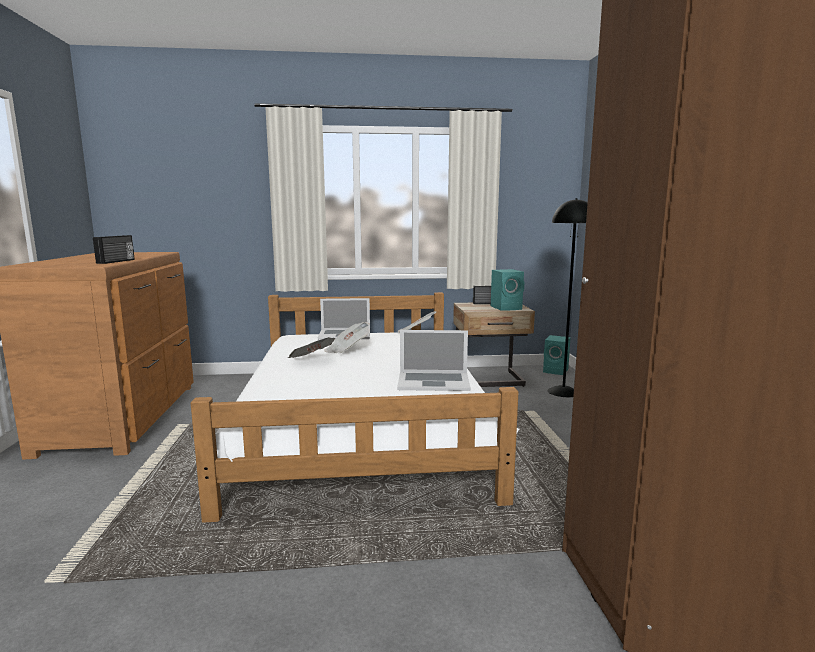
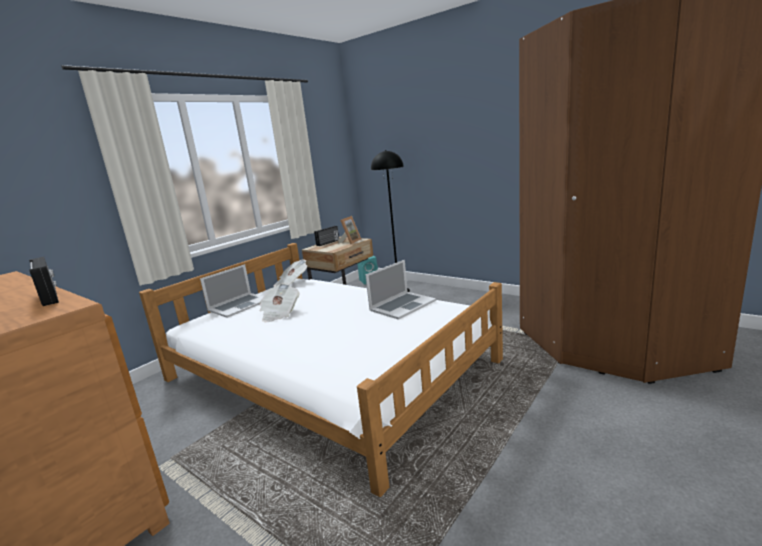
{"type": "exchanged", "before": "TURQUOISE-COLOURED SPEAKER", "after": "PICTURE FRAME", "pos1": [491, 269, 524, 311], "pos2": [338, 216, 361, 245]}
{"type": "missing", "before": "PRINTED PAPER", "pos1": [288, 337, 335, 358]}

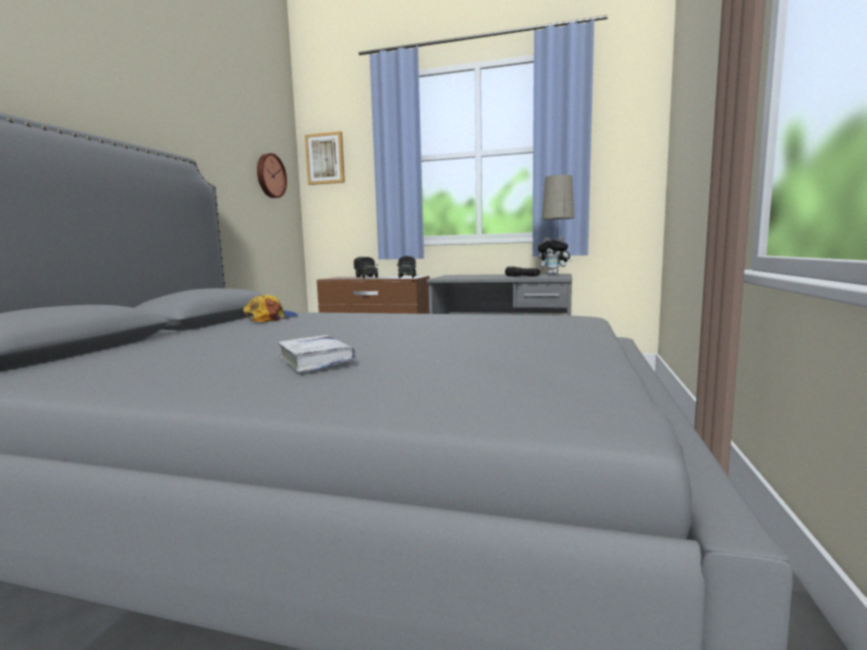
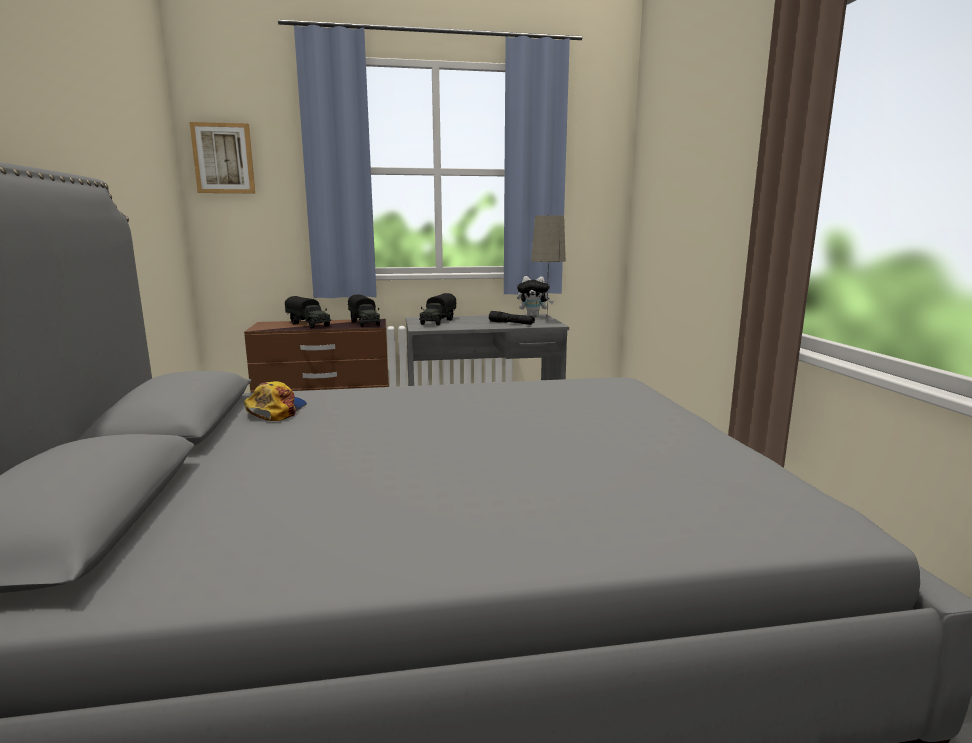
{"type": "appeared", "after": "TOY TRUCK", "pos2": [419, 293, 457, 326]}
{"type": "missing", "before": "CLOCK ON THE WALL", "pos1": [257, 153, 287, 198]}
{"type": "missing", "before": "WHITE BOOK", "pos1": [278, 335, 355, 372]}

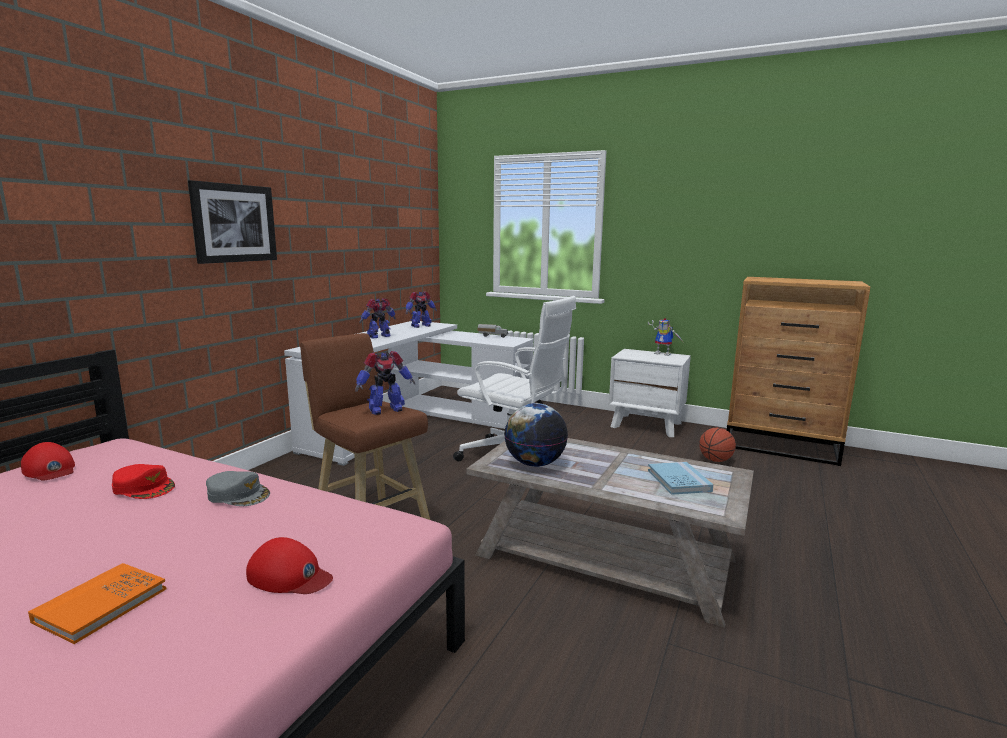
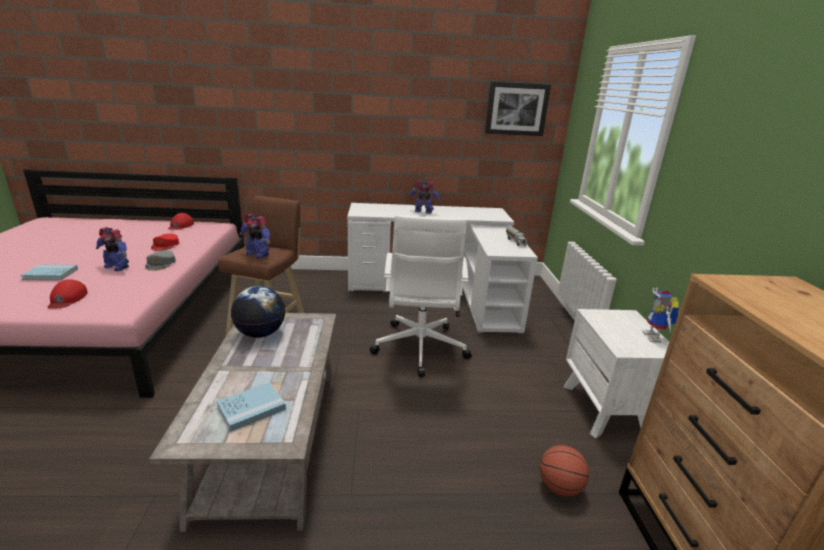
{"type": "colour", "before": "ORANGE BOOK", "after": "BLUISH BOOK", "pos1": [28, 563, 166, 644], "pos2": [20, 264, 78, 280]}
{"type": "relocated", "before": "MODEL ROBOT", "pos1": [405, 292, 437, 328], "pos2": [96, 227, 129, 271]}
{"type": "relocated", "before": "PICTURE", "pos1": [188, 180, 277, 264], "pos2": [485, 81, 551, 136]}

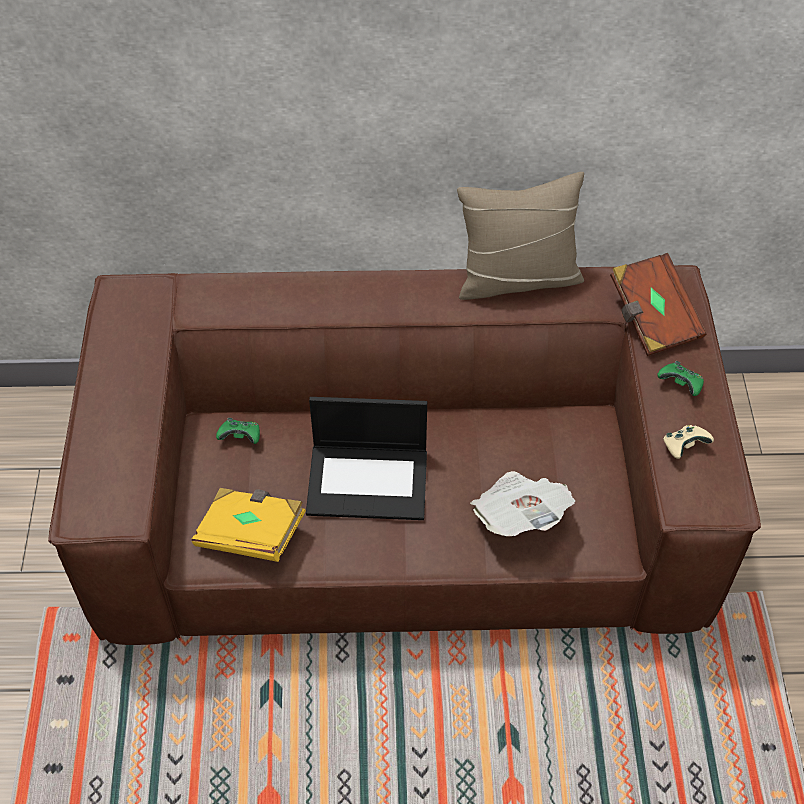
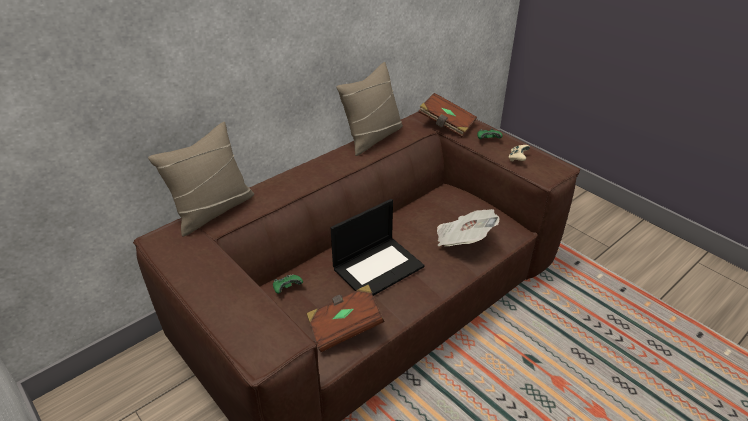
{"type": "appeared", "after": "SAND-COLOURED THROW PILLOW", "pos2": [148, 122, 254, 236]}
{"type": "colour", "before": "YELLOWISH BOOK", "after": "BROWNISH BOOK", "pos1": [192, 488, 306, 562], "pos2": [307, 285, 385, 352]}

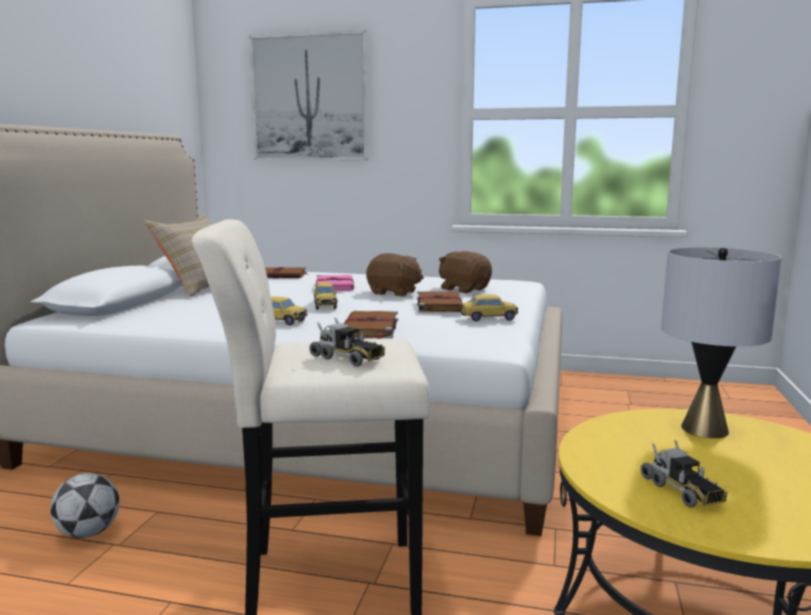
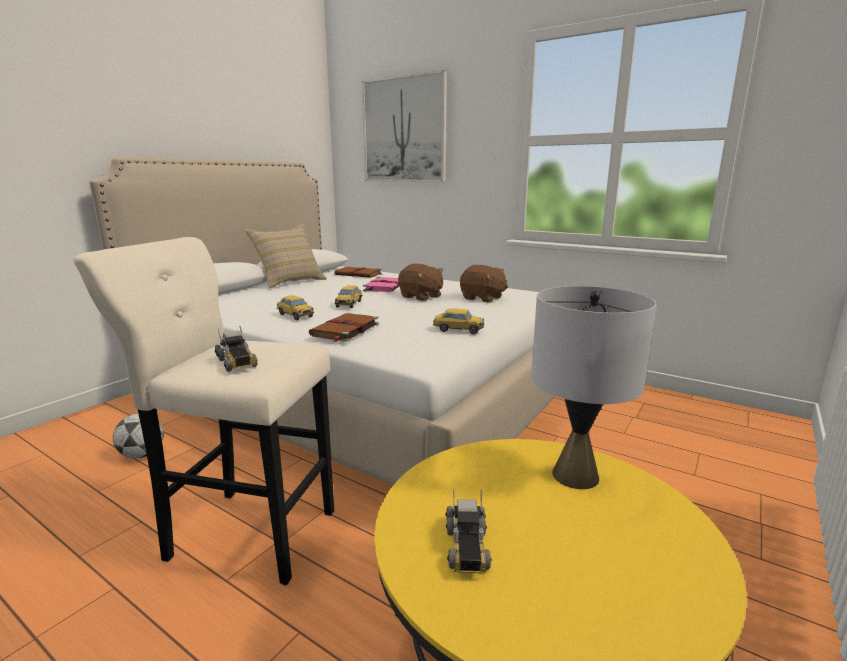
{"type": "spun", "before": "BROWNISH PLUSH TOY", "pos1": [439, 251, 492, 293], "pos2": [460, 265, 508, 303], "turn": 150}
{"type": "missing", "before": "BROWNISH BOOK", "pos1": [417, 291, 463, 312]}

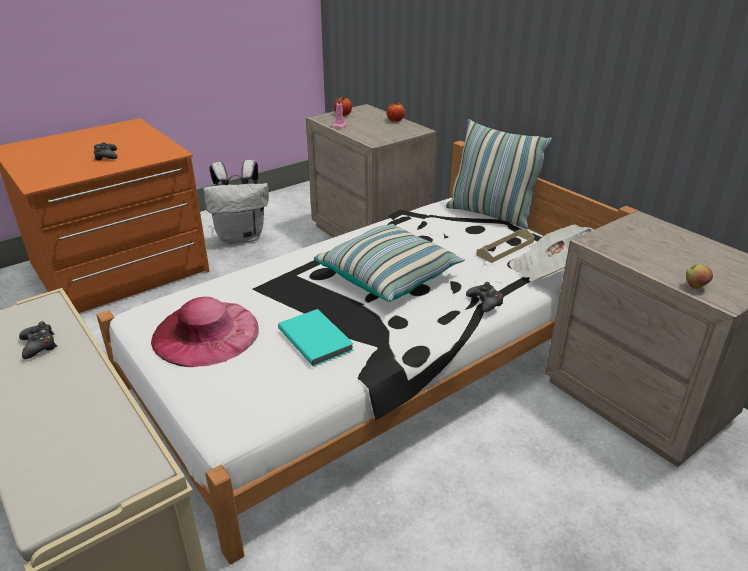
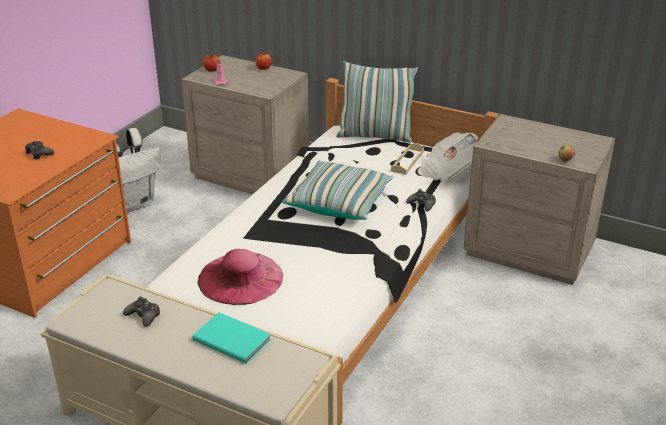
{"type": "relocated", "before": "TURQUOISE-COLOURED BOOK", "pos1": [278, 309, 354, 366], "pos2": [192, 312, 271, 364]}

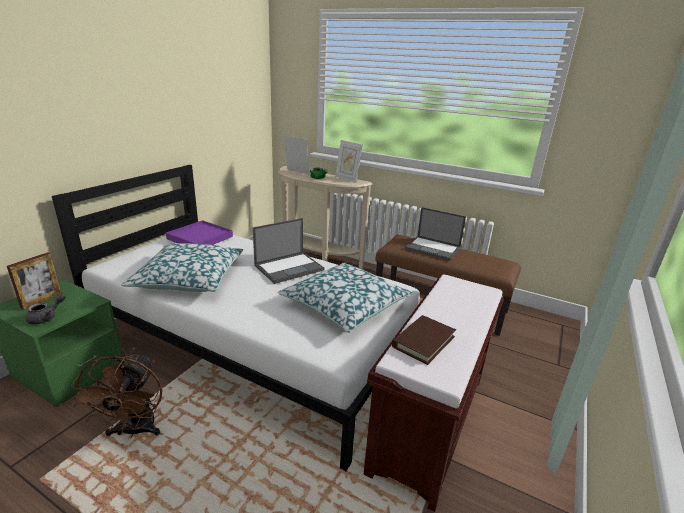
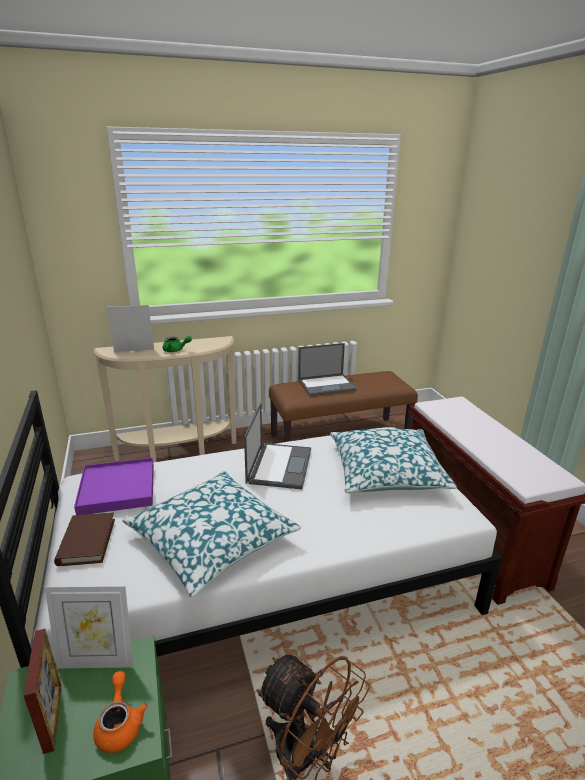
{"type": "relocated", "before": "PICTURE FRAME", "pos1": [335, 140, 363, 183], "pos2": [45, 586, 133, 668]}
{"type": "relocated", "before": "BROWNISH BOOK", "pos1": [392, 315, 456, 365], "pos2": [54, 512, 115, 566]}
{"type": "colour", "before": "GREY TEAPOT", "after": "ORANGE TEAPOT", "pos1": [26, 294, 66, 325], "pos2": [93, 671, 148, 753]}

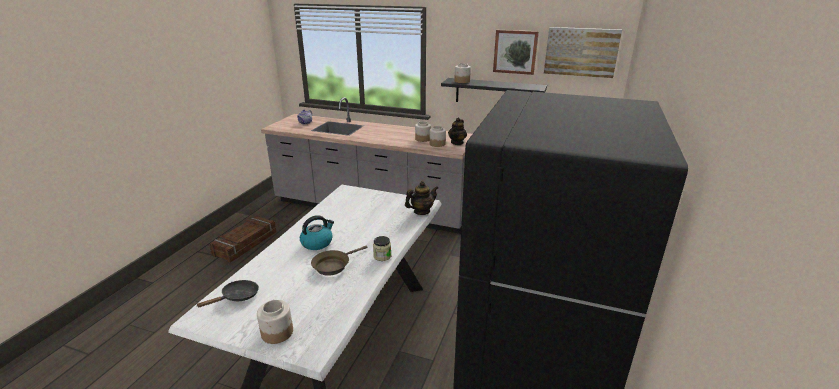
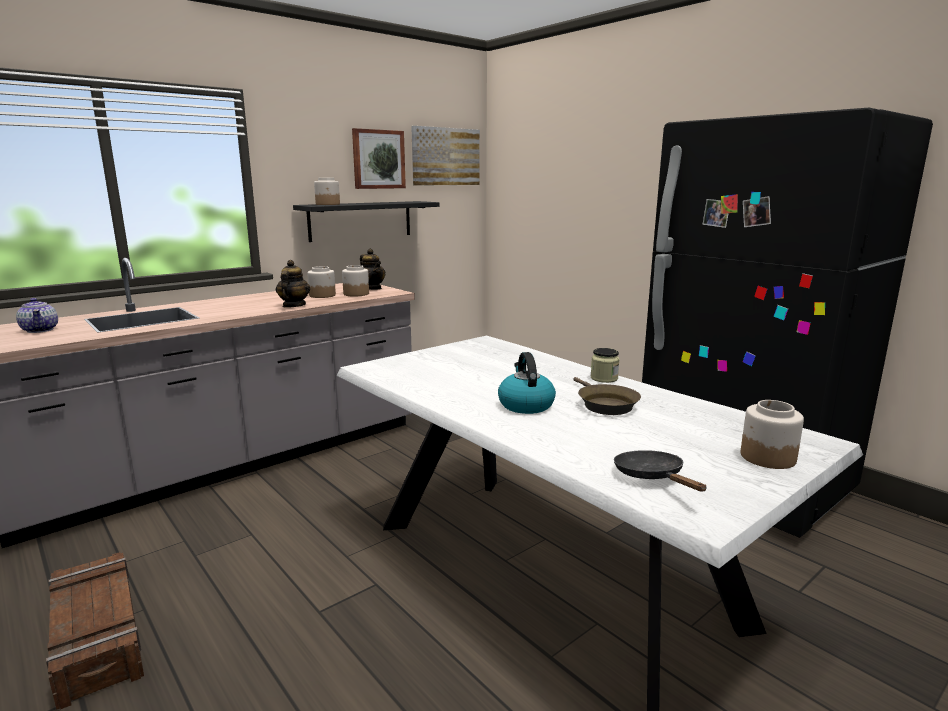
{"type": "relocated", "before": "TEAPOT", "pos1": [405, 181, 438, 215], "pos2": [276, 260, 310, 308]}

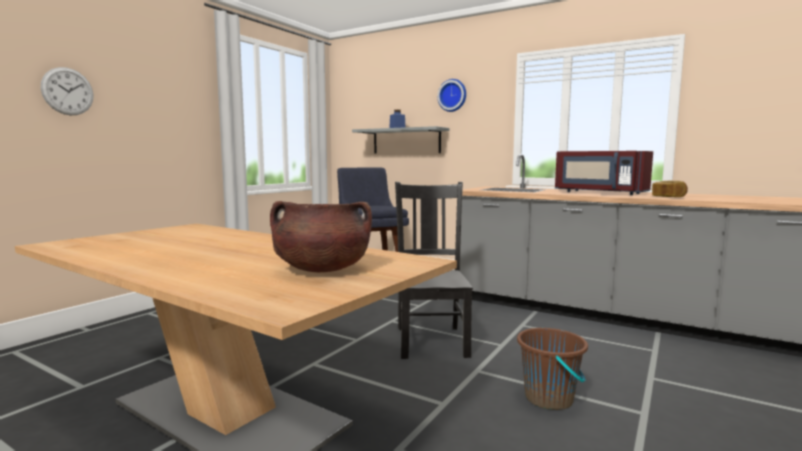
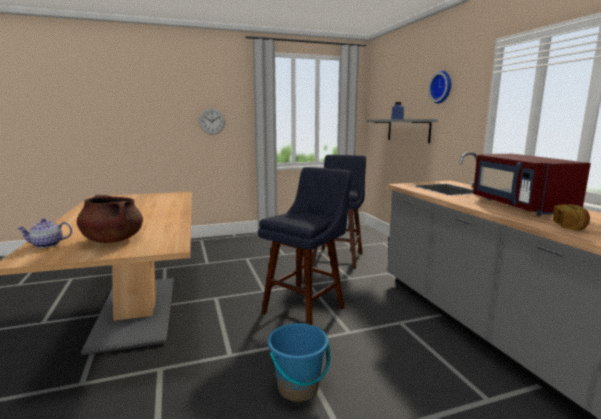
{"type": "appeared", "after": "TEAPOT", "pos2": [17, 219, 72, 248]}
{"type": "relocated", "before": "CLOCK ON THE WALL", "pos1": [41, 67, 94, 115], "pos2": [199, 109, 225, 135]}
{"type": "exchanged", "before": "BLACK PLAIN CHAIR", "after": "BLUISH STOOL", "pos1": [395, 182, 473, 359], "pos2": [258, 167, 352, 325]}
{"type": "colour", "before": "BROWNISH BUCKET", "after": "BLUISH BUCKET", "pos1": [517, 327, 588, 410], "pos2": [268, 323, 331, 402]}

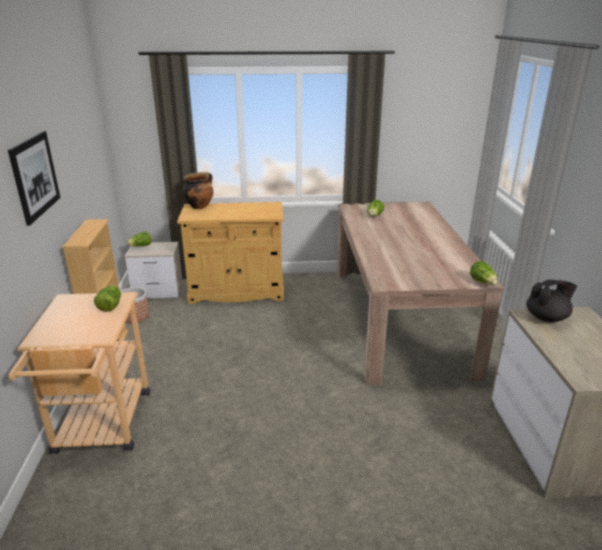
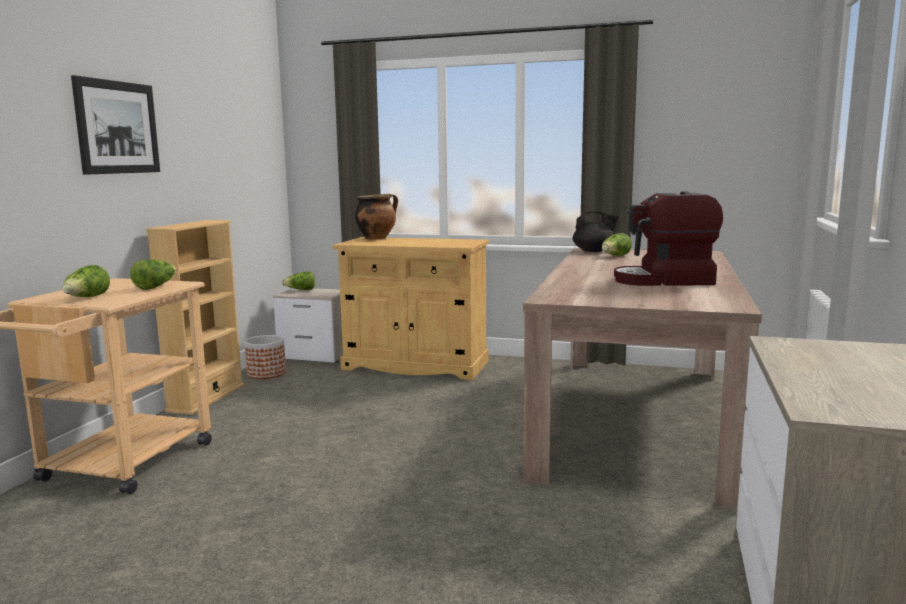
{"type": "relocated", "before": "HEAD OF LETTUCE", "pos1": [470, 261, 497, 285], "pos2": [62, 265, 110, 297]}
{"type": "relocated", "before": "BLACK TEAPOT", "pos1": [526, 280, 577, 322], "pos2": [573, 211, 619, 252]}
{"type": "appeared", "after": "COFFEE MACHINE", "pos2": [614, 191, 723, 286]}

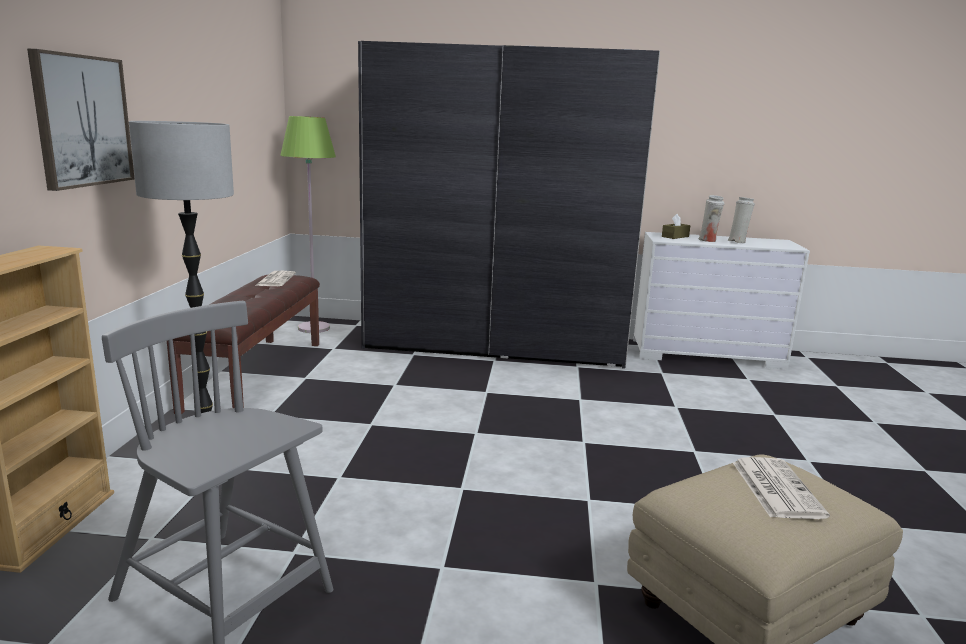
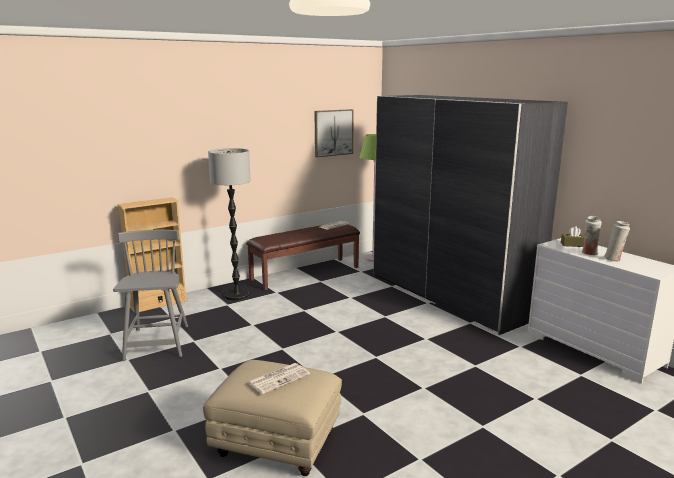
{"type": "relocated", "before": "PICTURE", "pos1": [27, 49, 135, 191], "pos2": [314, 109, 354, 157]}

